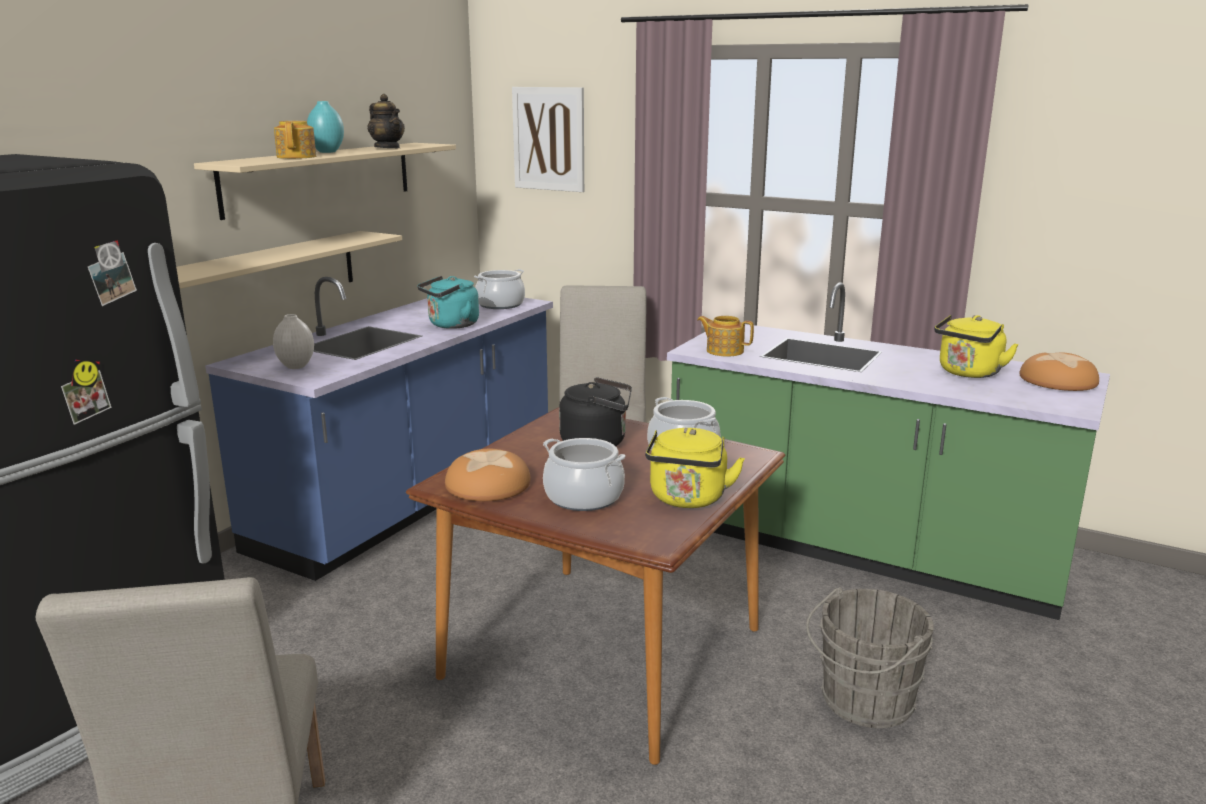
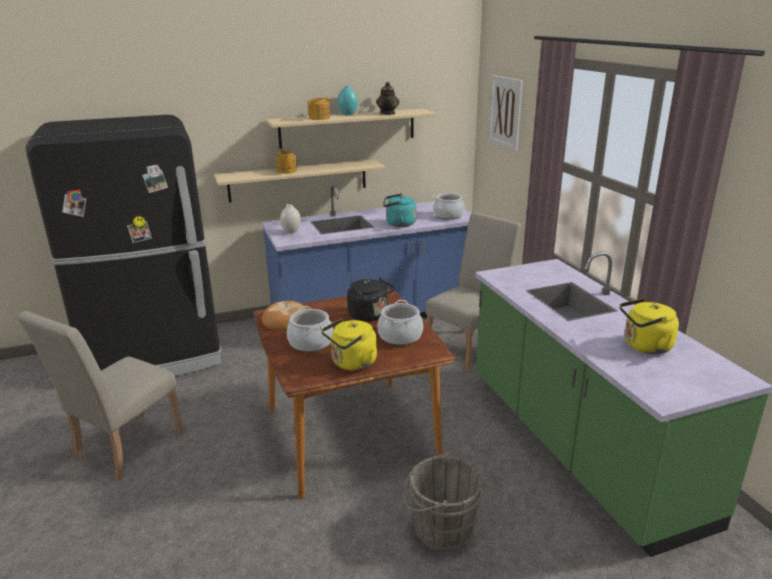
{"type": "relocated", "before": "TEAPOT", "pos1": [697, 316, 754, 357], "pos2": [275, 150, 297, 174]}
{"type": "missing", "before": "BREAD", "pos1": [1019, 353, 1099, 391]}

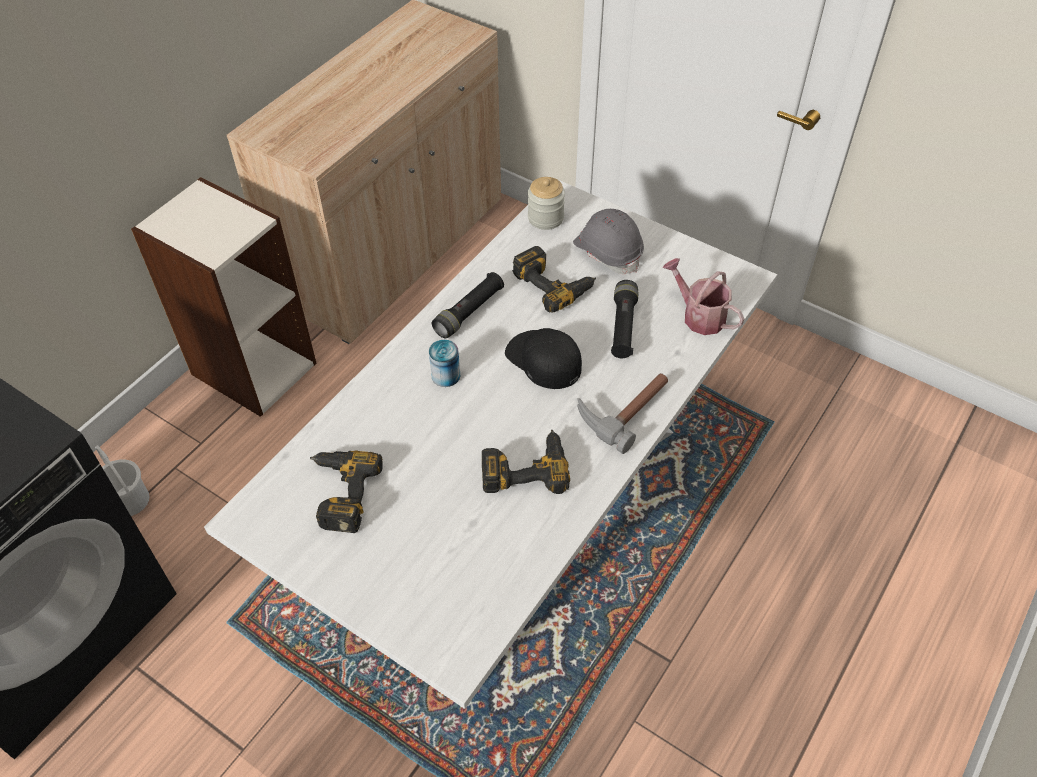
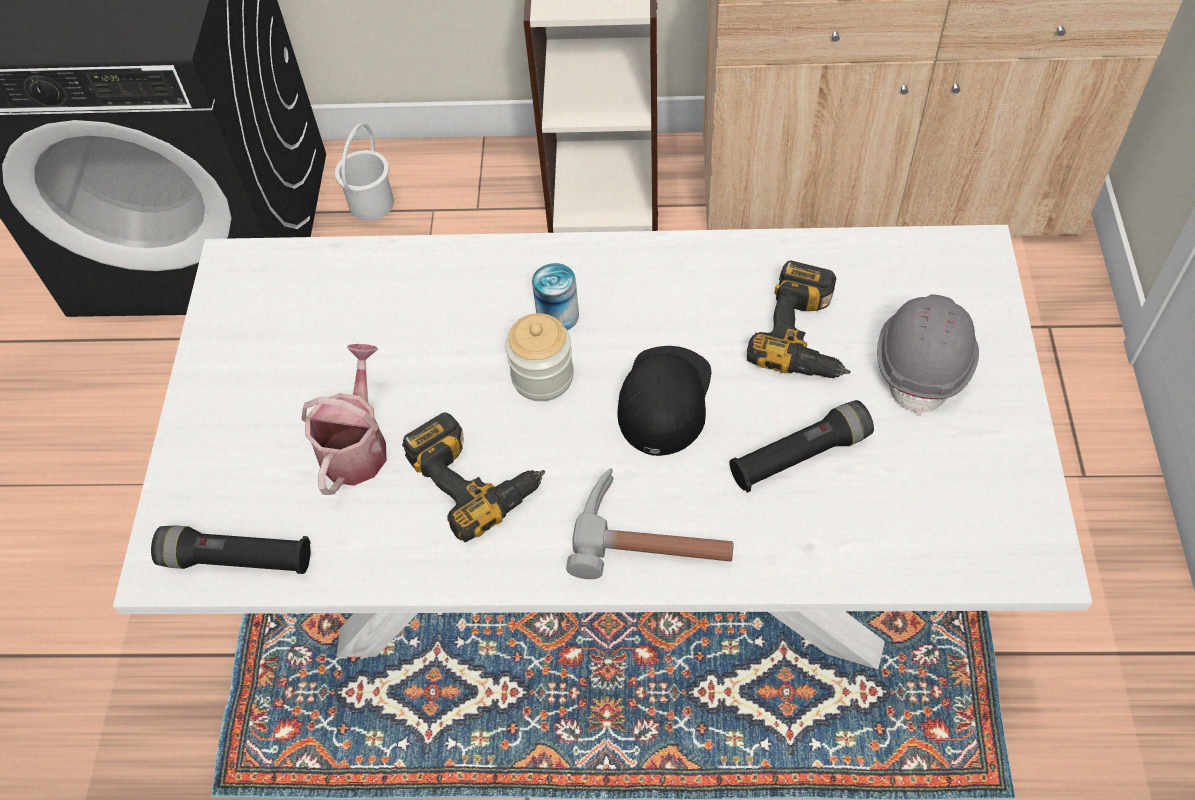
{"type": "relocated", "before": "BLACK TORCH", "pos1": [432, 272, 504, 339], "pos2": [151, 525, 311, 574]}
{"type": "relocated", "before": "SPRINKLING CAN", "pos1": [662, 258, 744, 335], "pos2": [302, 344, 387, 495]}
{"type": "relocated", "before": "PRESERVE JAR", "pos1": [528, 177, 565, 230], "pos2": [505, 313, 574, 401]}
{"type": "missing", "before": "ELECTRIC DRILL", "pos1": [310, 450, 383, 533]}

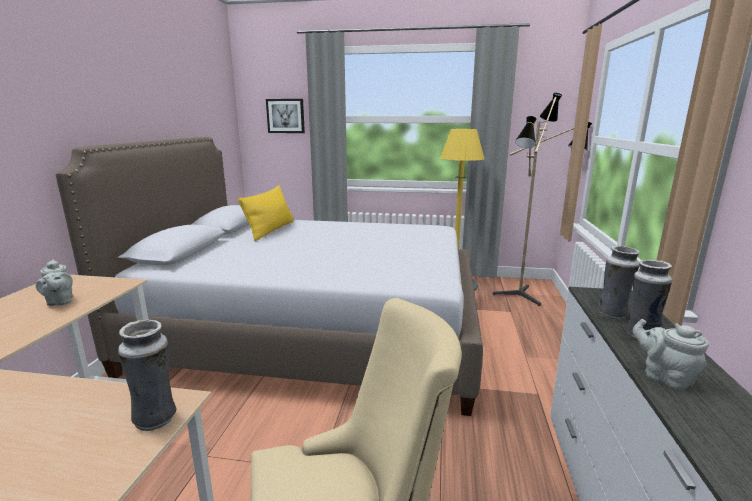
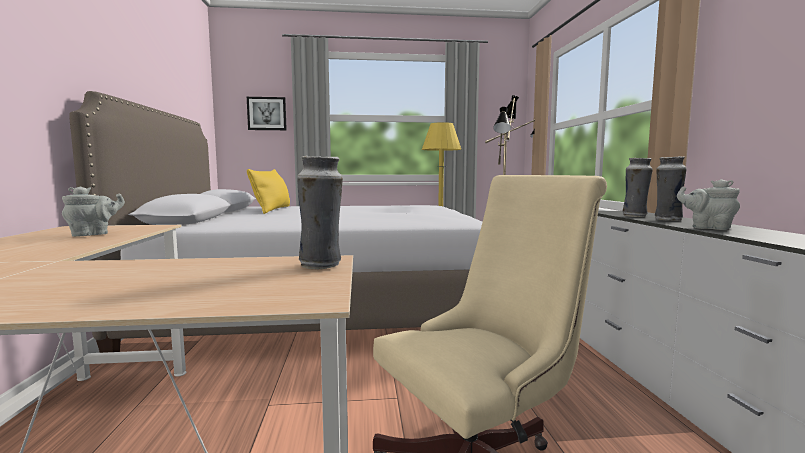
{"type": "spun", "before": "GREY TEAPOT", "pos1": [36, 259, 73, 306], "pos2": [62, 186, 125, 237], "turn": -90}

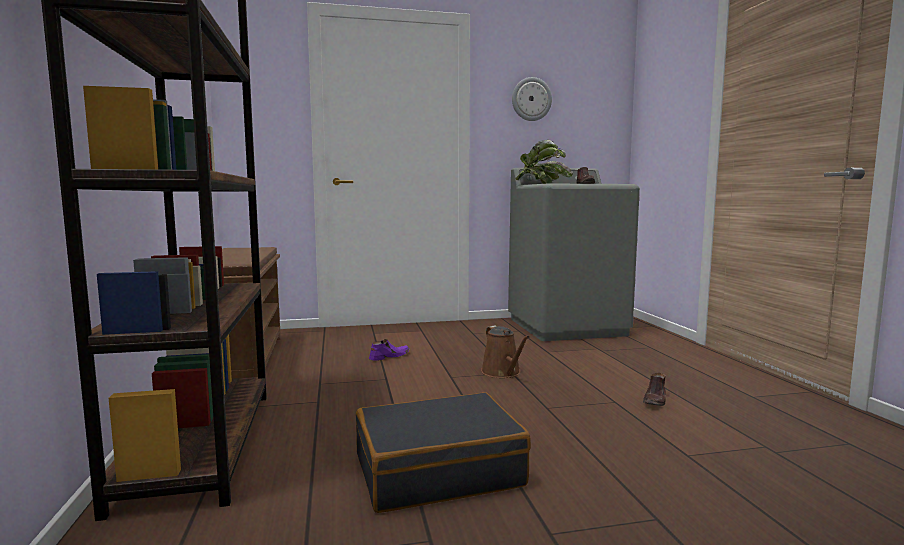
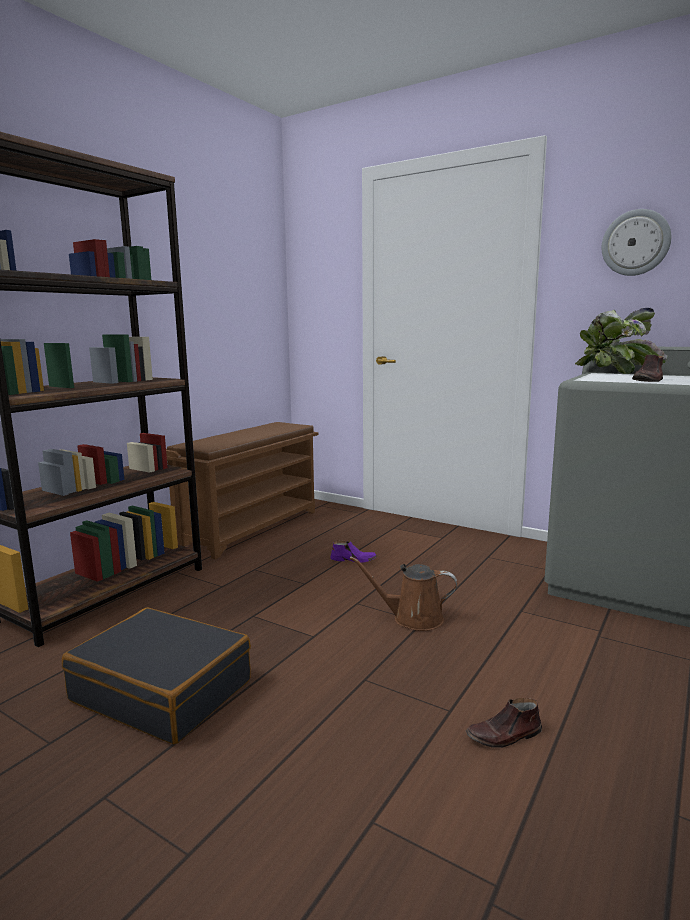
{"type": "spun", "before": "BROWNISH SPRINKLING CAN", "pos1": [481, 326, 530, 378], "pos2": [350, 556, 457, 631], "turn": 75}

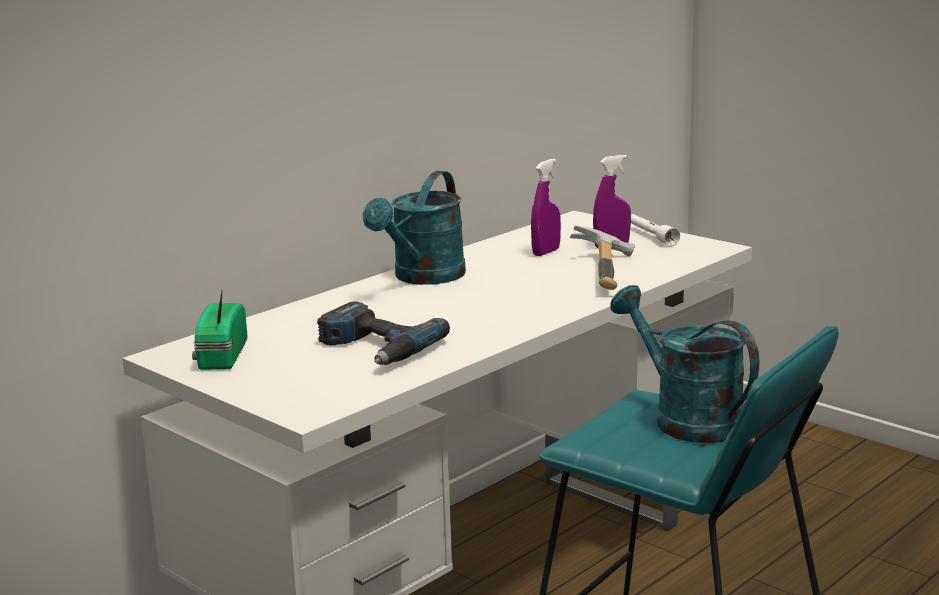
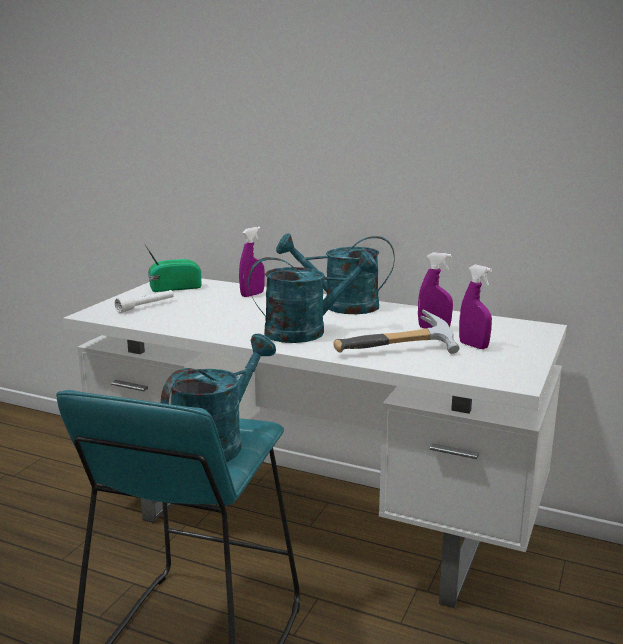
{"type": "relocated", "before": "WHITE TORCH", "pos1": [631, 214, 680, 246], "pos2": [115, 290, 174, 313]}
{"type": "appeared", "after": "PURPLE SPRAY BOTTLE", "pos2": [239, 227, 265, 297]}
{"type": "appeared", "after": "TURQUOISE-COLOURED SPRINKLING CAN", "pos2": [248, 251, 378, 343]}
{"type": "missing", "before": "ELECTRIC DRILL", "pos1": [317, 301, 450, 365]}

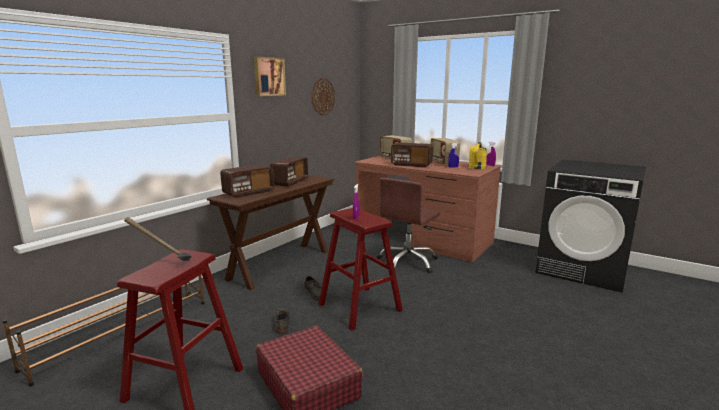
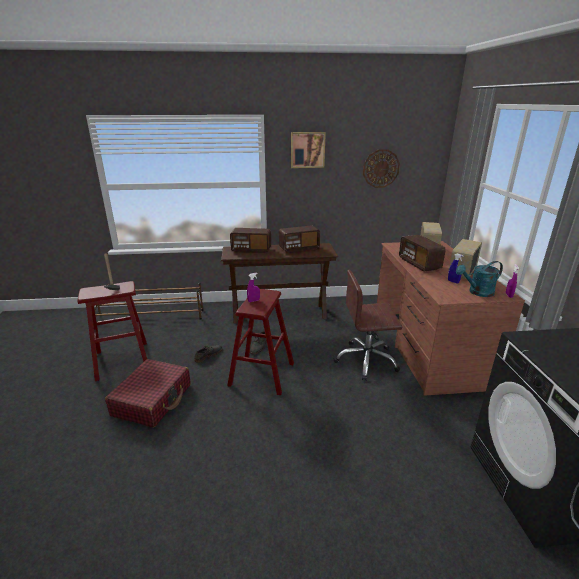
{"type": "colour", "before": "YELLOWISH SPRINKLING CAN", "after": "TURQUOISE-COLOURED SPRINKLING CAN", "pos1": [468, 142, 487, 169], "pos2": [456, 261, 503, 297]}

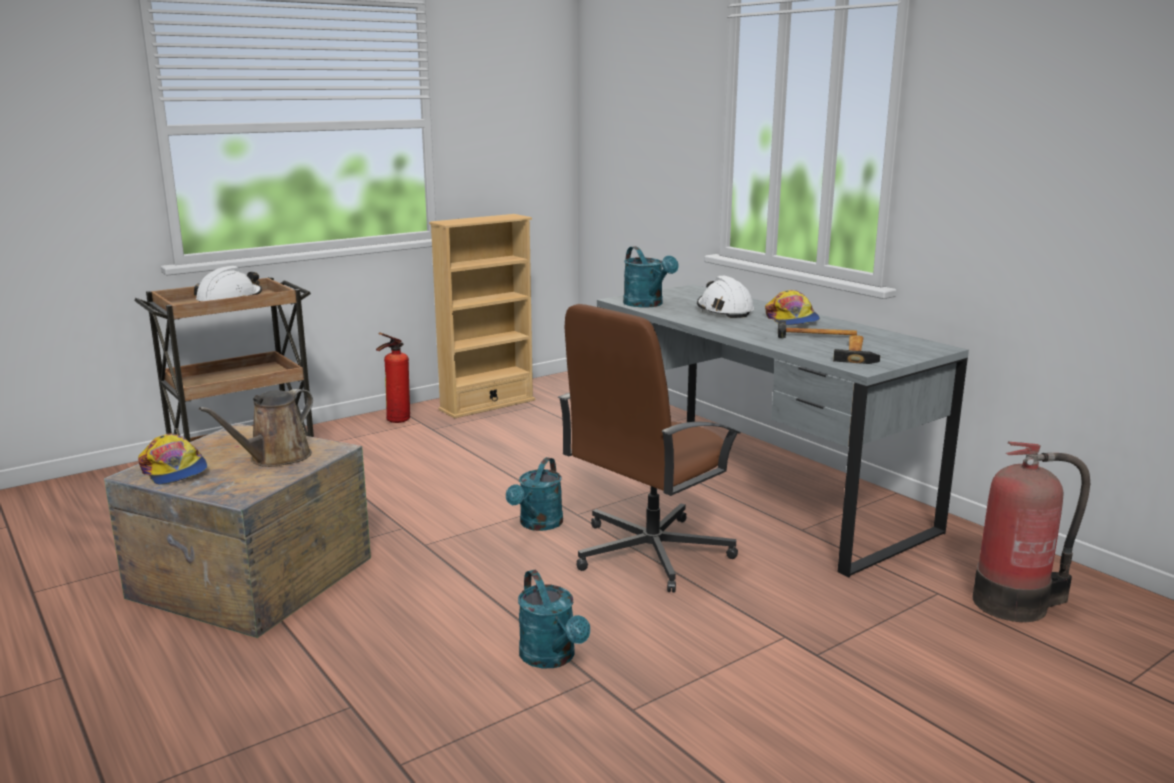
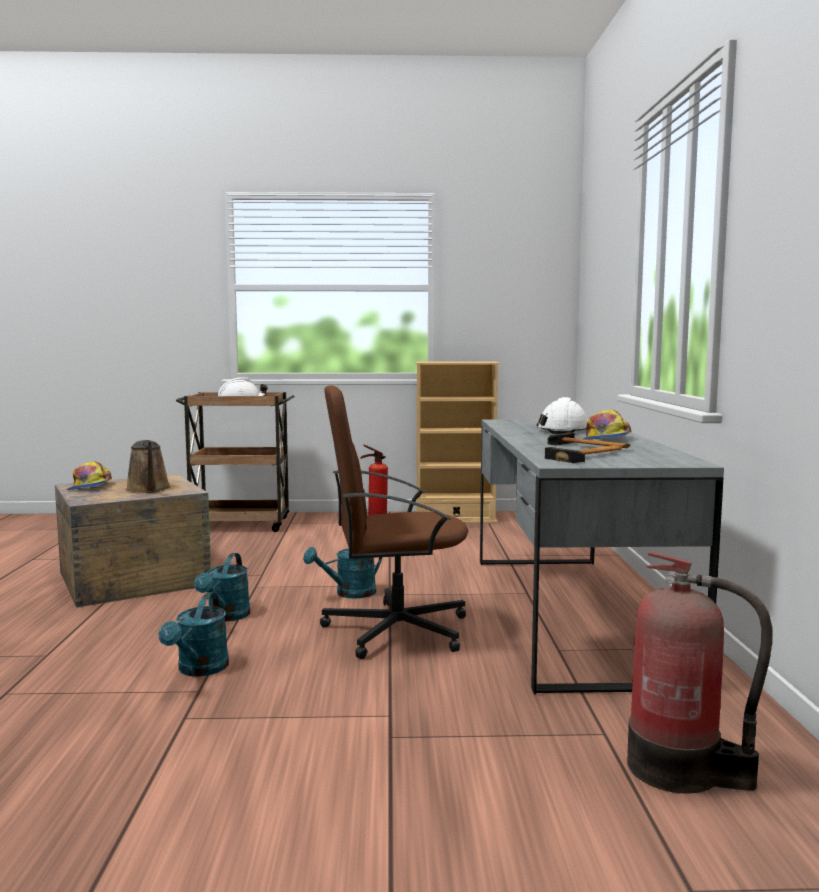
{"type": "spun", "before": "BROWNISH SPRINKLING CAN", "pos1": [199, 389, 313, 467], "pos2": [126, 440, 171, 493], "turn": -90}
{"type": "relocated", "before": "TURQUOISE-COLOURED SPRINKLING CAN", "pos1": [623, 246, 678, 307], "pos2": [194, 553, 250, 622]}

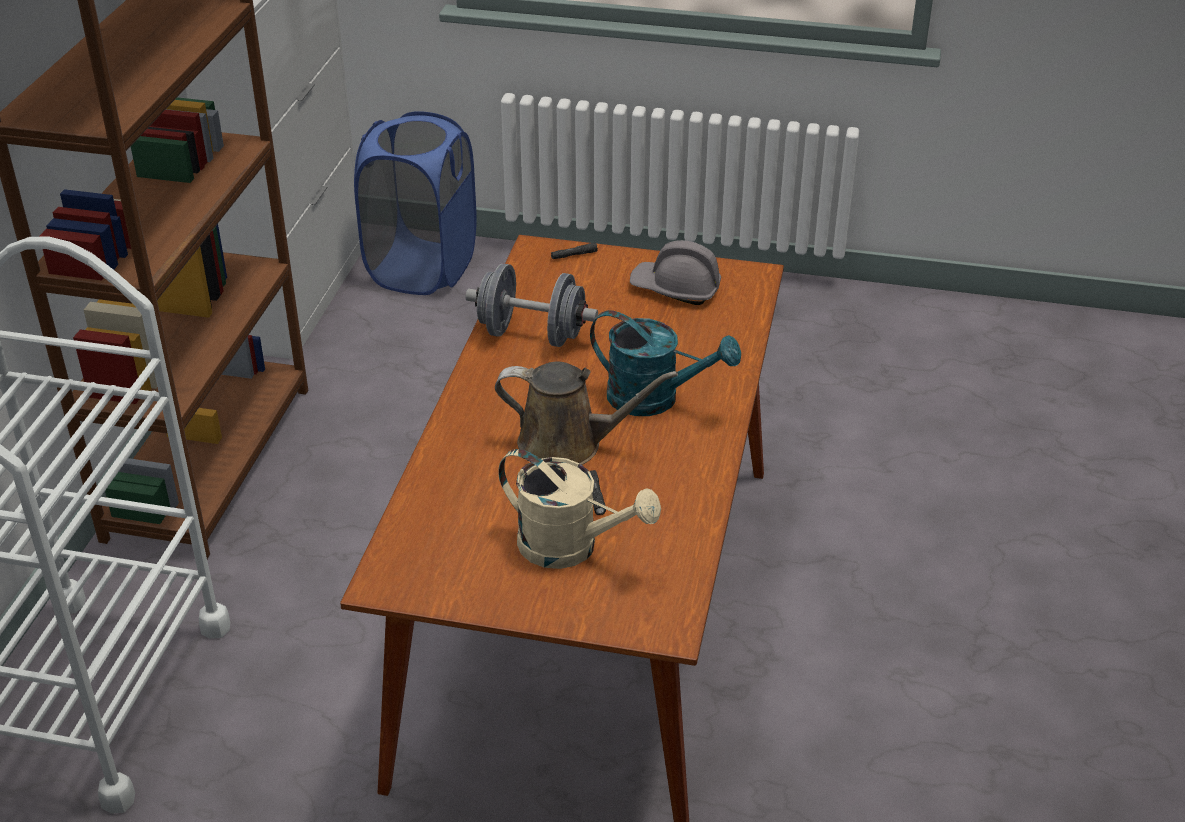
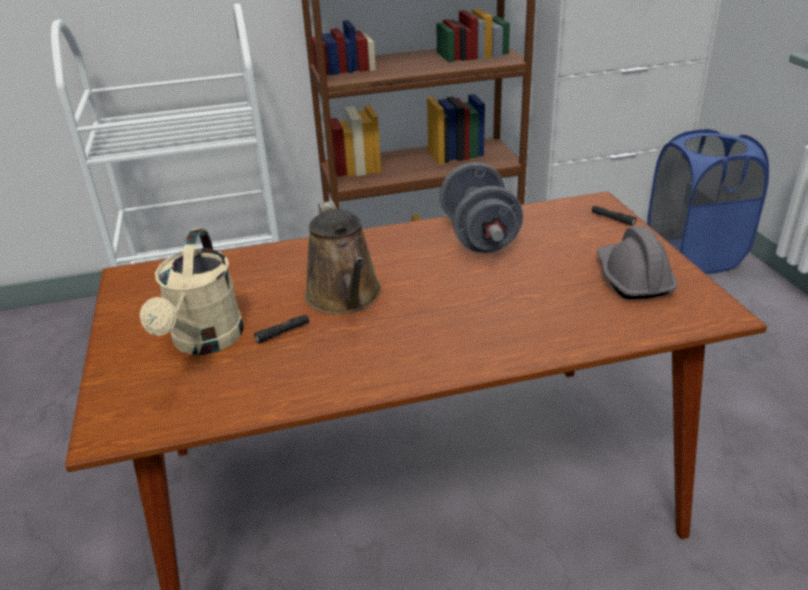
{"type": "missing", "before": "TURQUOISE-COLOURED SPRINKLING CAN", "pos1": [590, 310, 741, 416]}

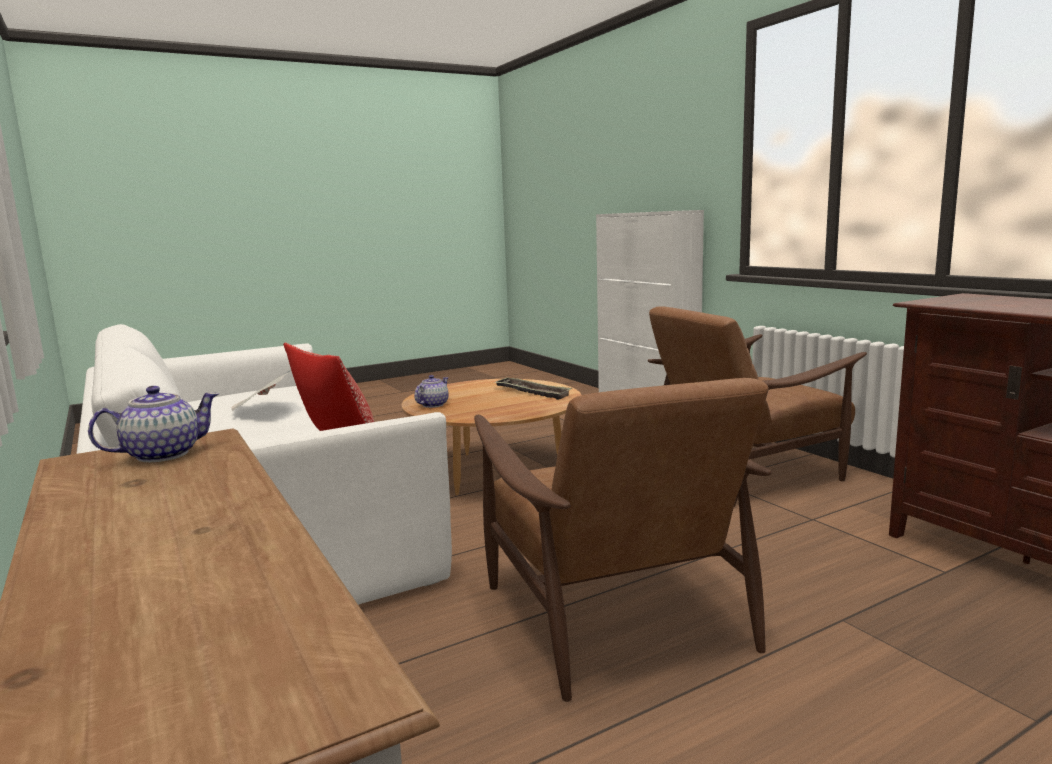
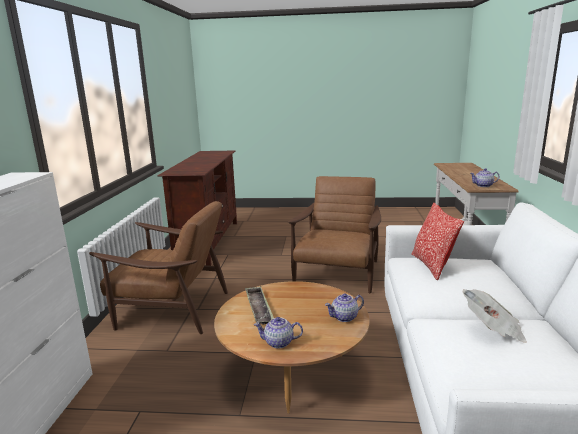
{"type": "appeared", "after": "TEAPOT", "pos2": [254, 317, 303, 349]}

